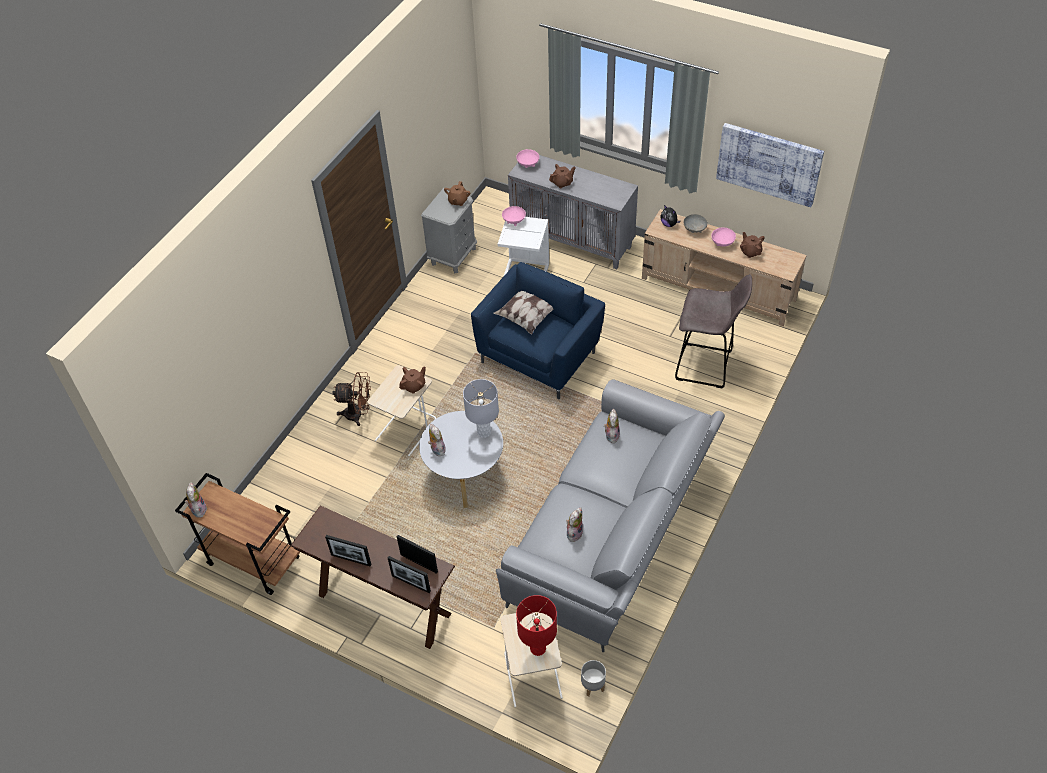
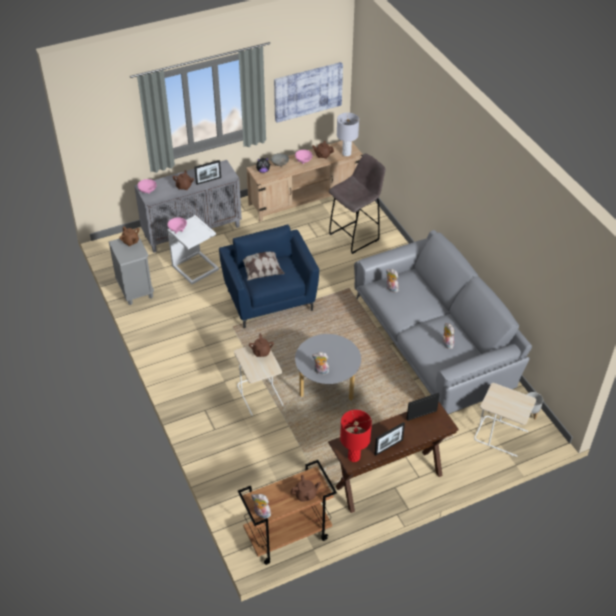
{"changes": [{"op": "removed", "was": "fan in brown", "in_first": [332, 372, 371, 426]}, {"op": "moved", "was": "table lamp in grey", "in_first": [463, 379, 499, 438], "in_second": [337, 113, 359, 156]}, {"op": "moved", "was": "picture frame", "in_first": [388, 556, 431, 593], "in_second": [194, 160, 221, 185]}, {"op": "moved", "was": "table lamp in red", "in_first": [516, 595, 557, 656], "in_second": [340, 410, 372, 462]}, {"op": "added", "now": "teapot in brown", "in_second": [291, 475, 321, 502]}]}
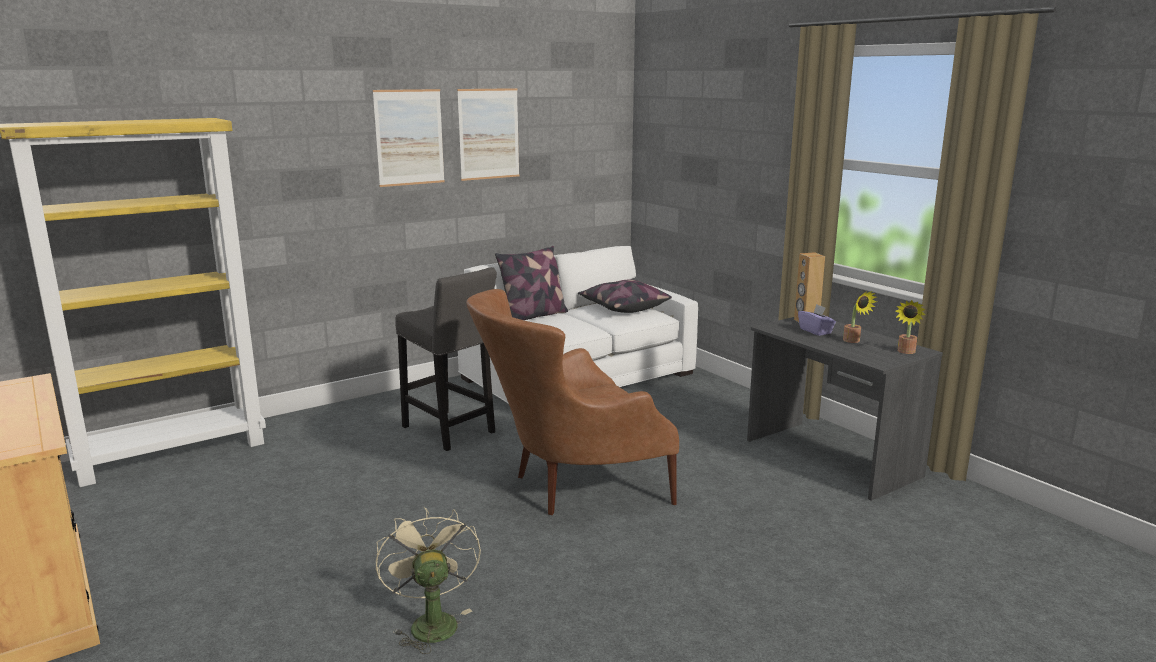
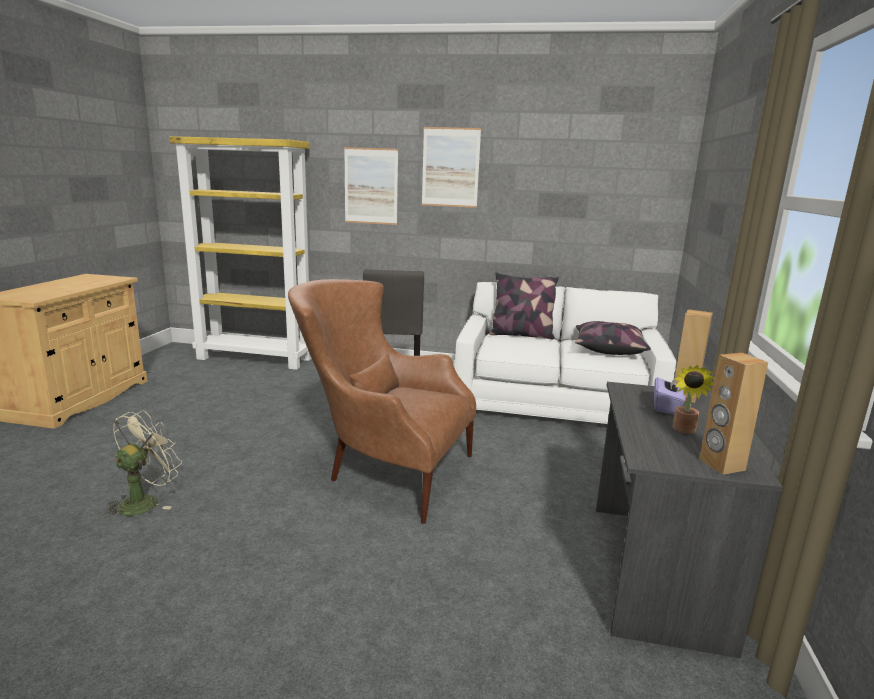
{"changes": [{"op": "moved", "was": "picture", "in_first": [457, 88, 519, 181], "in_second": [344, 147, 398, 225]}, {"op": "replaced", "was": "potted plant", "now": "speaker in brown", "in_first": [895, 300, 926, 354], "in_second": [699, 353, 768, 475]}]}
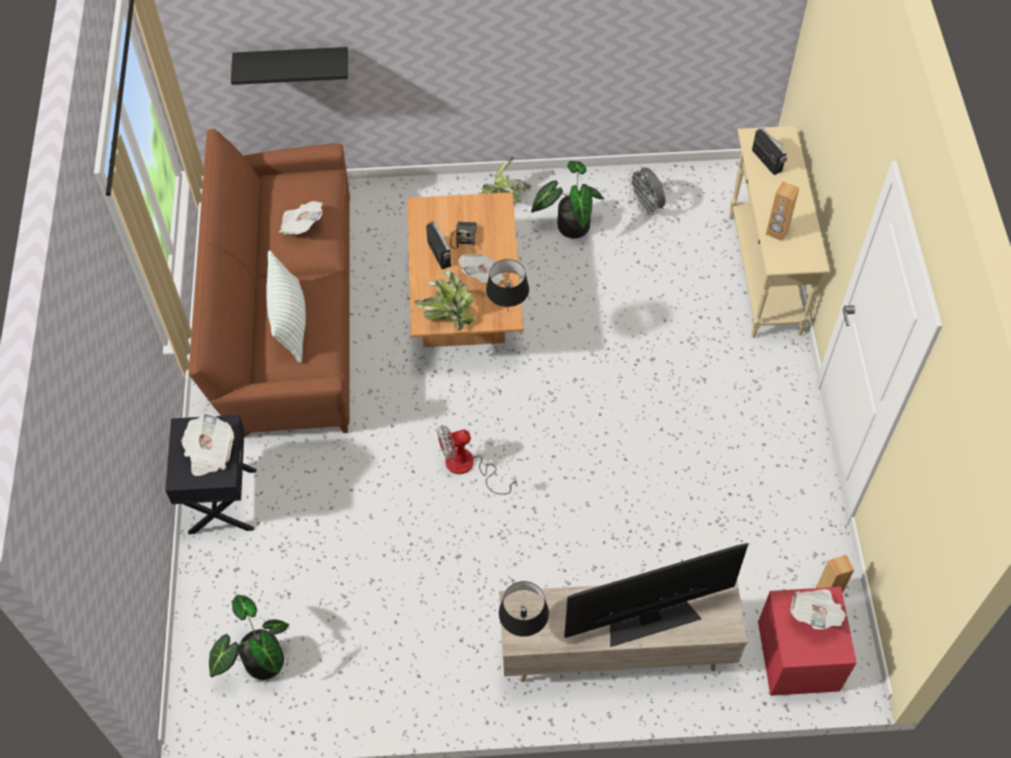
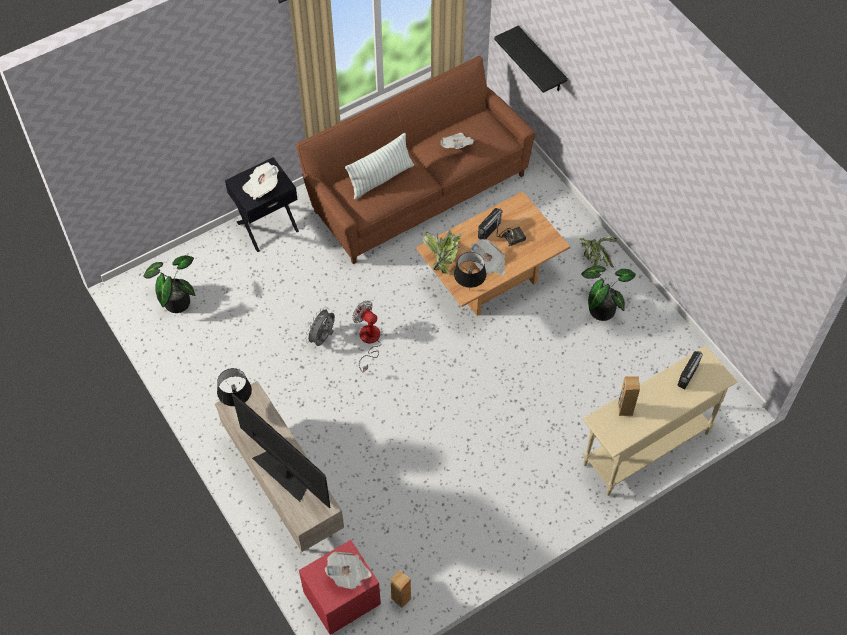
{"changes": [{"op": "moved", "was": "fan in grey", "in_first": [628, 167, 665, 215], "in_second": [305, 307, 335, 346]}]}
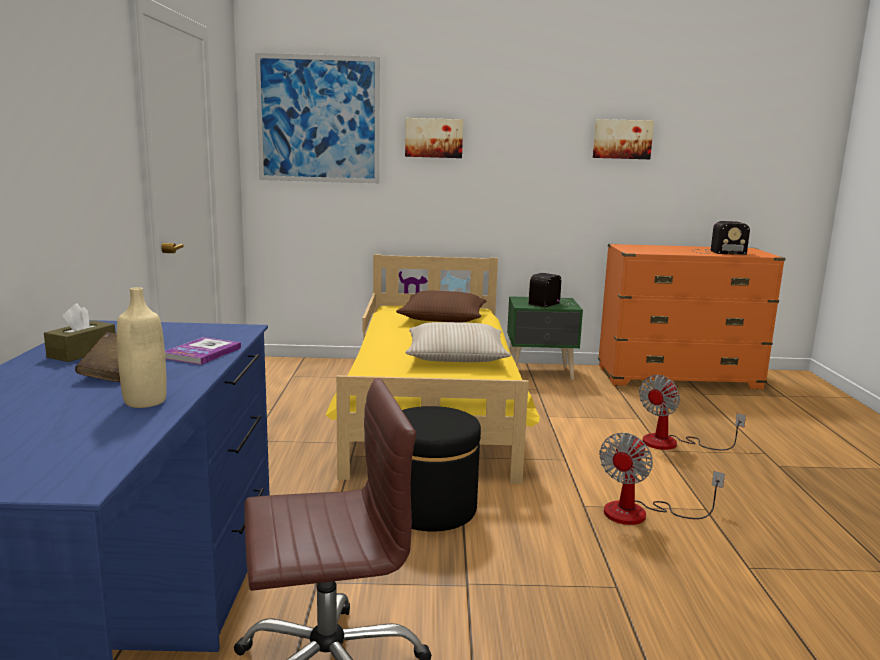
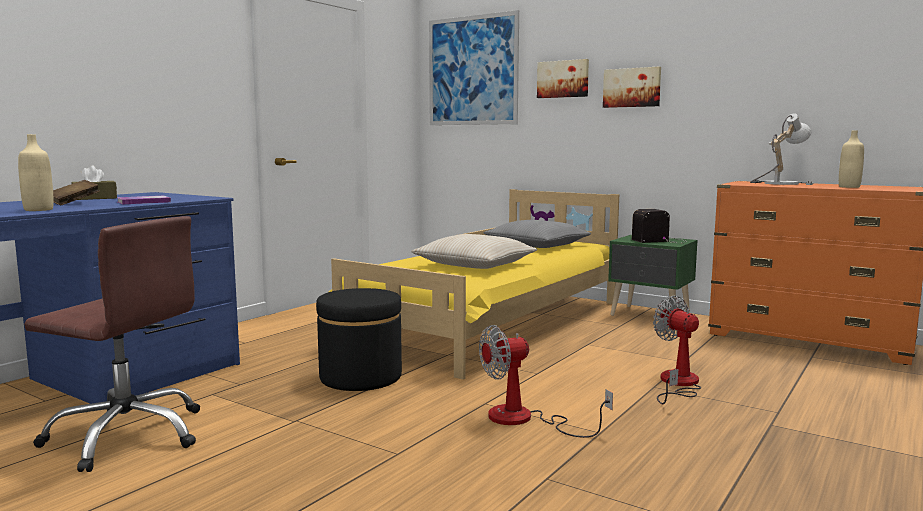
{"changes": [{"op": "moved", "was": "picture", "in_first": [593, 119, 654, 159], "in_second": [603, 67, 661, 108]}, {"op": "replaced", "was": "radio", "now": "bottle in beige", "in_first": [692, 221, 750, 255], "in_second": [839, 130, 864, 188]}, {"op": "recoloured", "was": "pillow in brown", "now": "pillow in grey", "in_first": [396, 291, 486, 322], "in_second": [484, 220, 591, 248]}, {"op": "turned", "was": "fan", "in_first": [639, 375, 746, 450], "in_second": [653, 296, 701, 404], "clockwise": 75}, {"op": "added", "now": "table lamp", "in_second": [750, 114, 814, 185]}]}
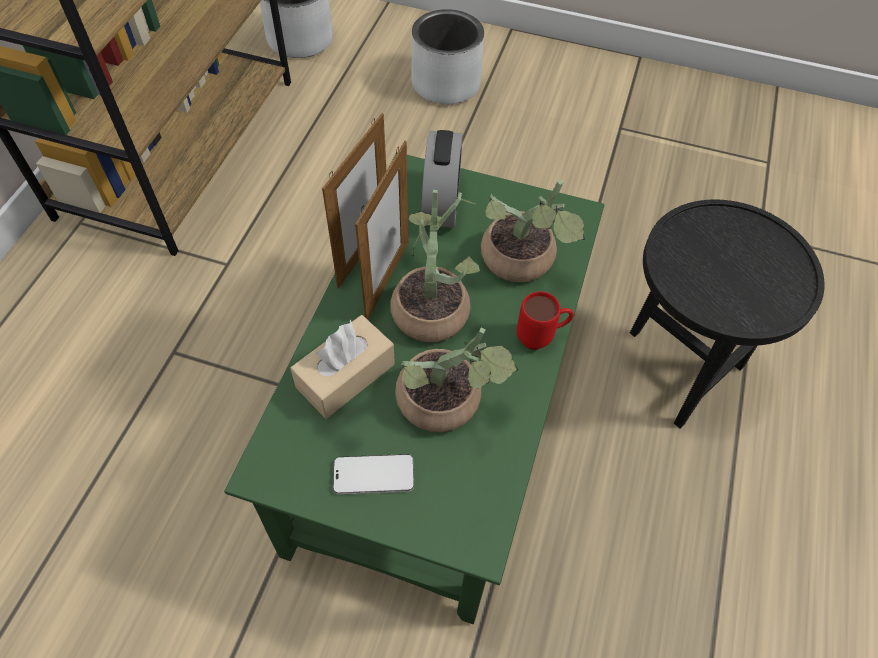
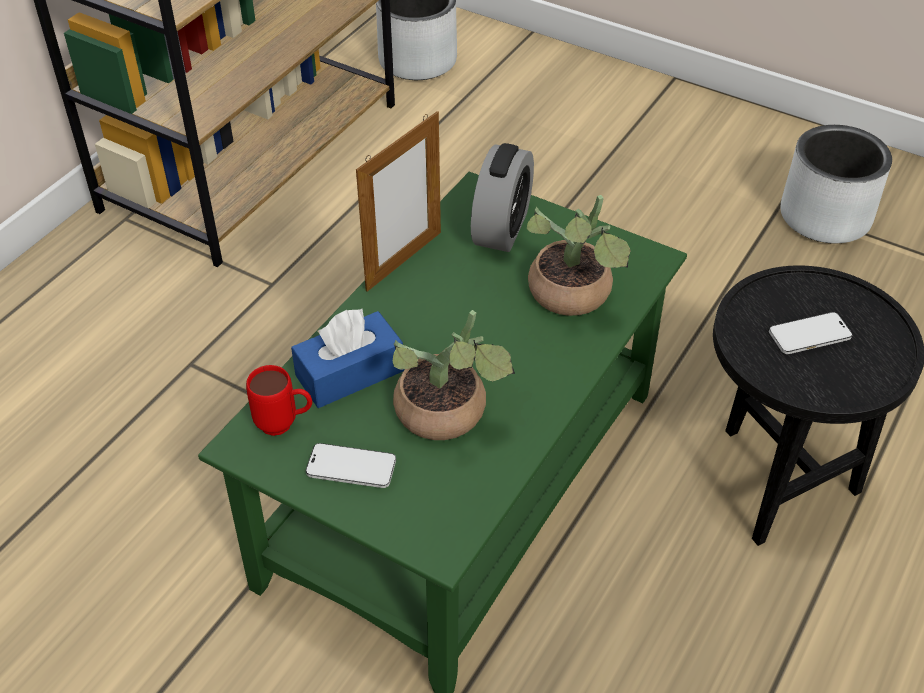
{"changes": [{"op": "moved", "was": "planter in grey", "in_first": [412, 9, 484, 104], "in_second": [781, 125, 892, 243]}, {"op": "removed", "was": "picture frame", "in_first": [355, 141, 408, 320]}, {"op": "removed", "was": "potted plant", "in_first": [390, 190, 480, 342]}, {"op": "moved", "was": "mug in red", "in_first": [517, 291, 574, 350], "in_second": [246, 365, 312, 436]}, {"op": "recoloured", "was": "tissue box in beige", "now": "tissue box in blue", "in_first": [290, 315, 395, 418], "in_second": [291, 309, 404, 408]}, {"op": "added", "now": "phone", "in_second": [769, 312, 852, 354]}]}
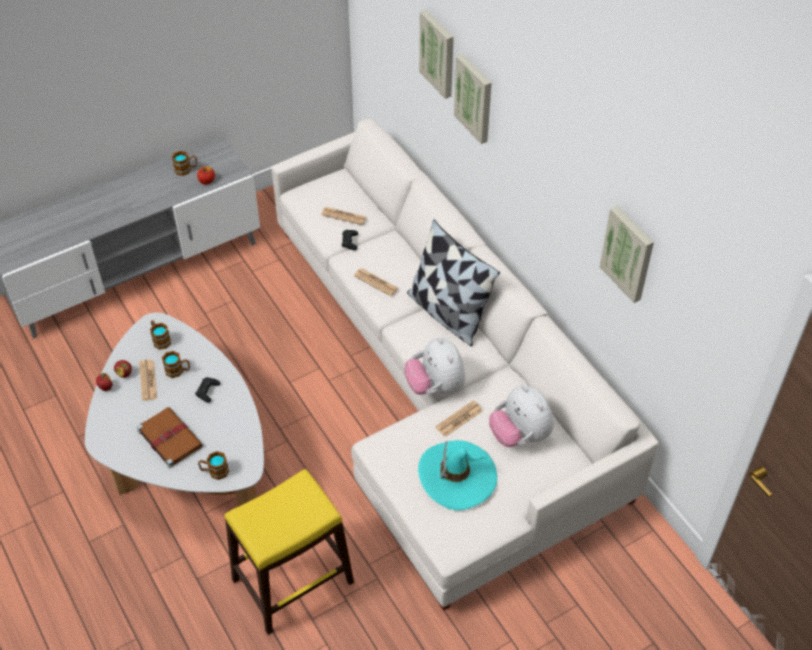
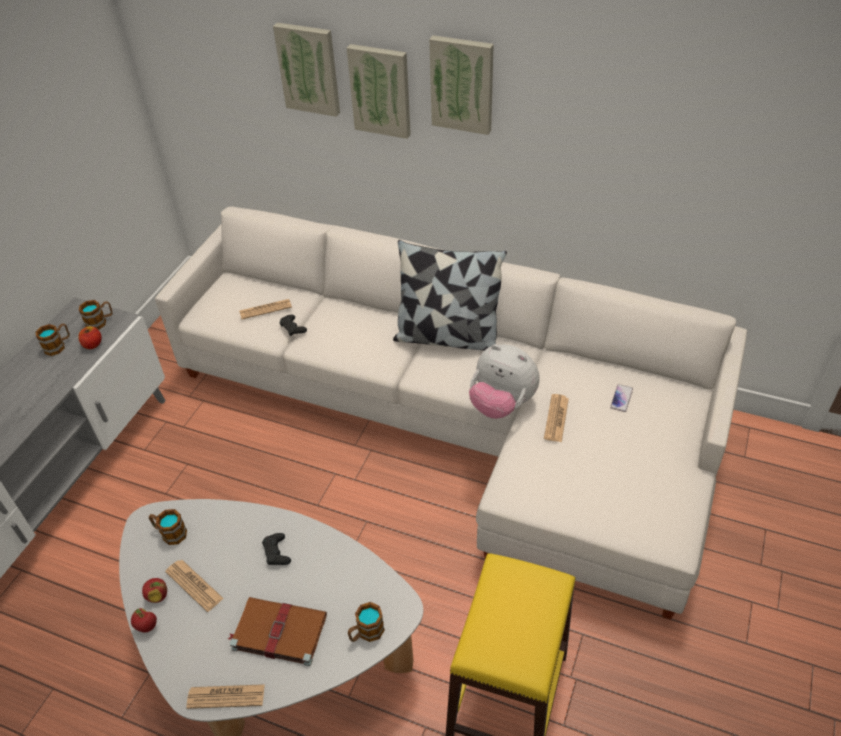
{"changes": [{"op": "moved", "was": "picture", "in_first": [600, 206, 654, 303], "in_second": [429, 35, 494, 135]}, {"op": "moved", "was": "newspaper", "in_first": [354, 269, 399, 296], "in_second": [186, 684, 265, 709]}, {"op": "moved", "was": "mug", "in_first": [162, 351, 190, 378], "in_second": [79, 300, 113, 330]}, {"op": "replaced", "was": "plush toy", "now": "phone", "in_first": [489, 385, 554, 447], "in_second": [610, 384, 633, 412]}, {"op": "removed", "was": "hat in turquoise", "in_first": [418, 440, 497, 510]}]}
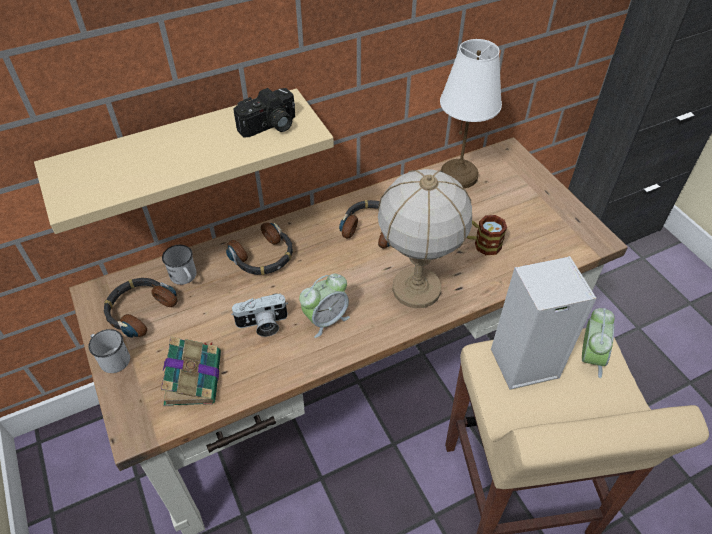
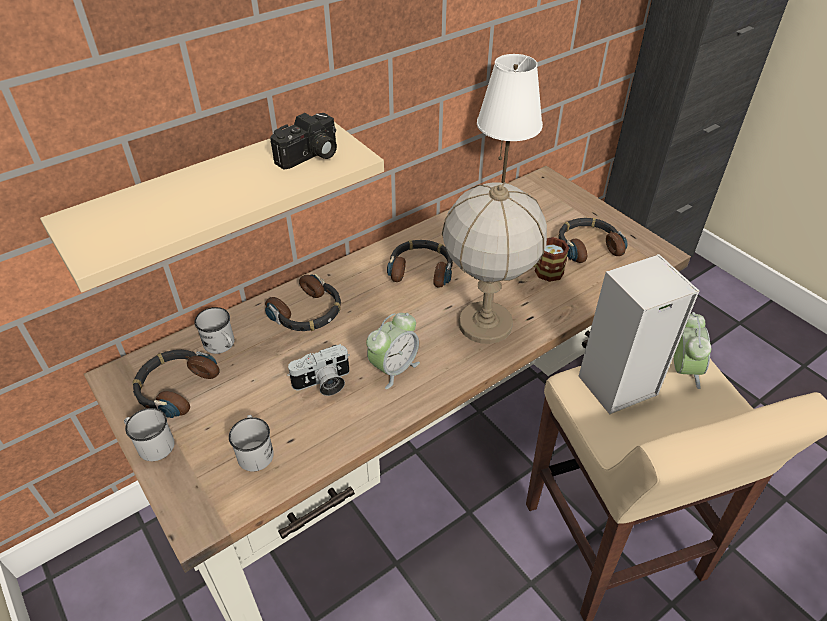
{"changes": [{"op": "replaced", "was": "book", "now": "mug in white", "in_first": [161, 336, 221, 406], "in_second": [229, 415, 274, 472]}, {"op": "added", "now": "headphones", "in_second": [558, 218, 627, 263]}]}
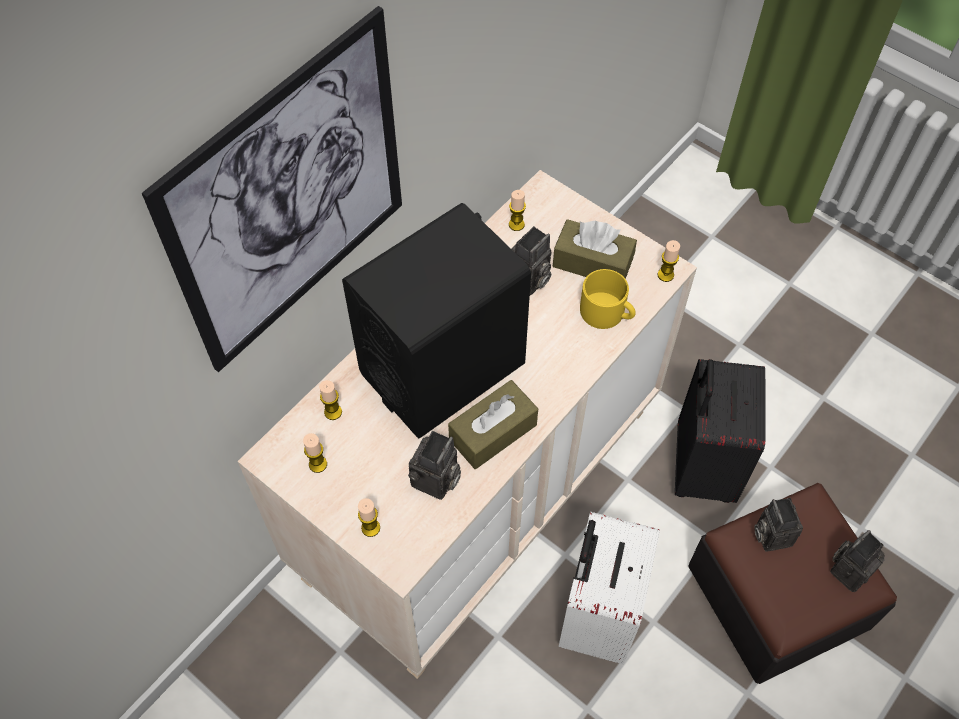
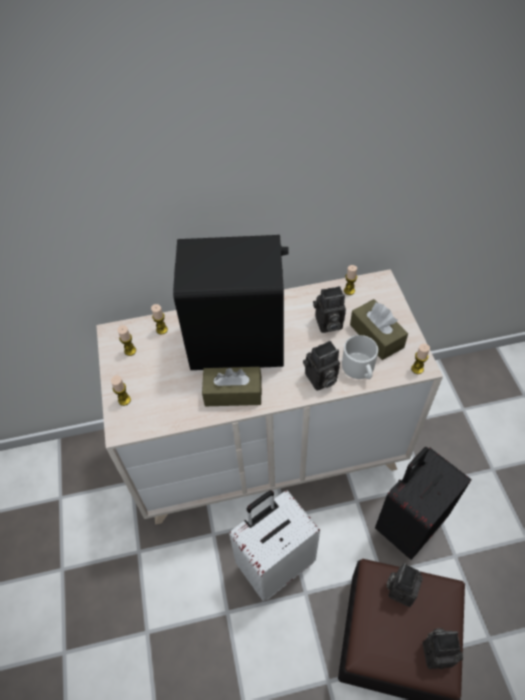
{"changes": [{"op": "removed", "was": "picture", "in_first": [142, 6, 402, 372]}, {"op": "recoloured", "was": "mug in yellow", "now": "mug in white", "in_first": [580, 269, 636, 329], "in_second": [342, 335, 378, 379]}, {"op": "moved", "was": "photo camera", "in_first": [408, 431, 461, 500], "in_second": [303, 341, 340, 391]}]}
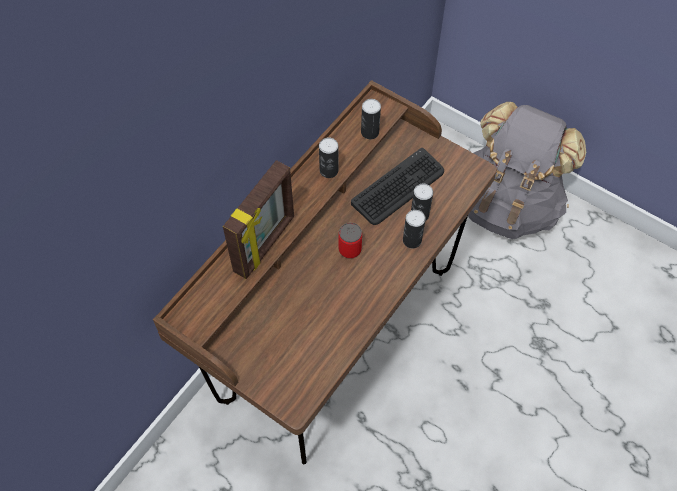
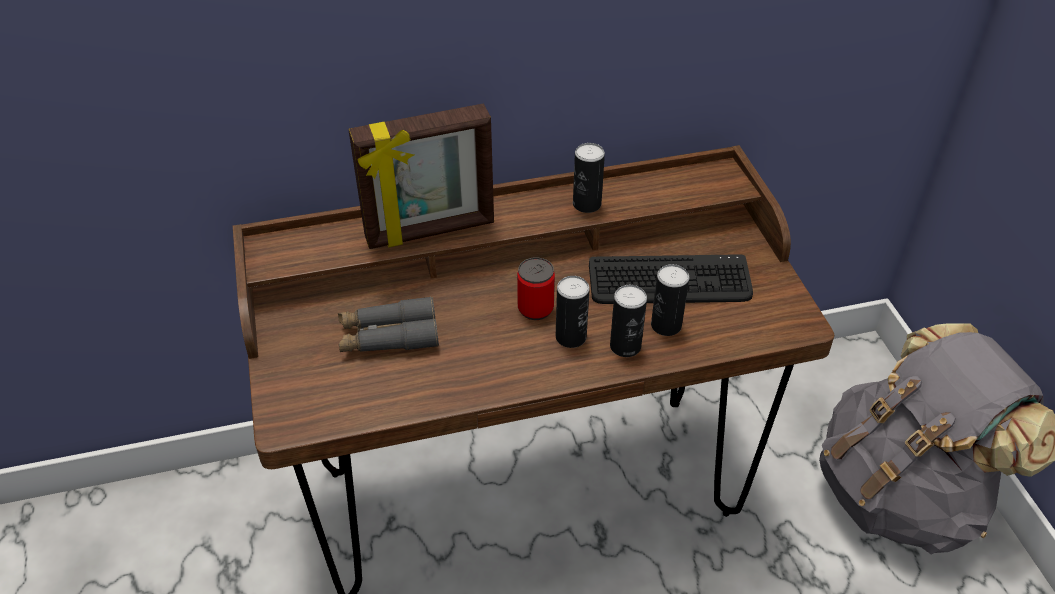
{"changes": [{"op": "moved", "was": "can", "in_first": [361, 99, 381, 139], "in_second": [556, 276, 590, 348]}, {"op": "added", "now": "binoculars in grey", "in_second": [338, 296, 439, 352]}]}
